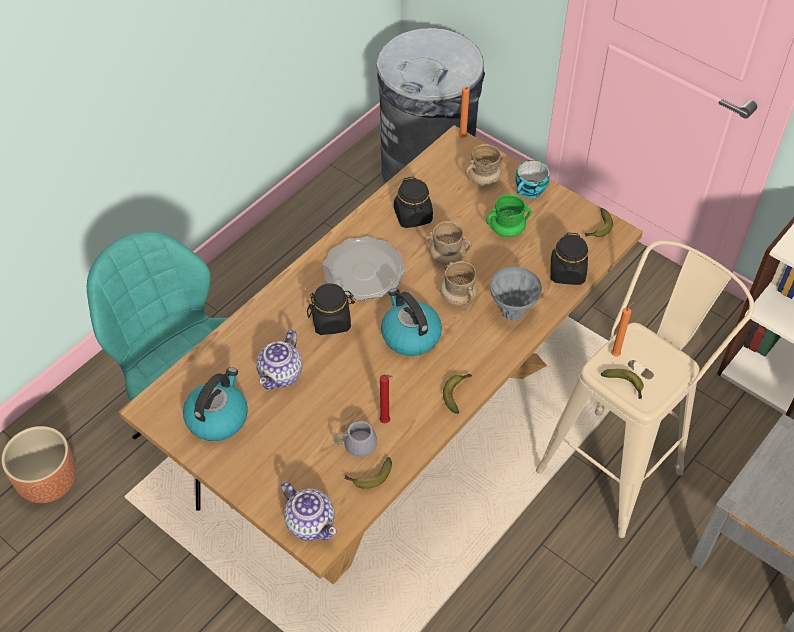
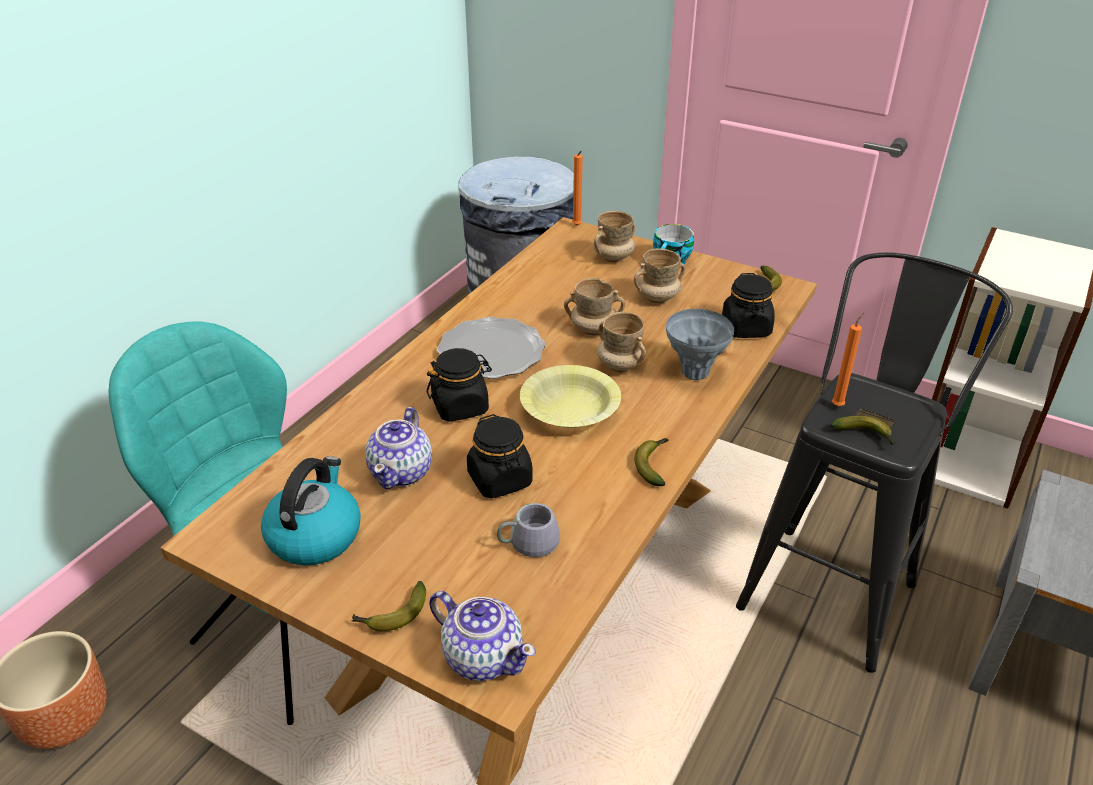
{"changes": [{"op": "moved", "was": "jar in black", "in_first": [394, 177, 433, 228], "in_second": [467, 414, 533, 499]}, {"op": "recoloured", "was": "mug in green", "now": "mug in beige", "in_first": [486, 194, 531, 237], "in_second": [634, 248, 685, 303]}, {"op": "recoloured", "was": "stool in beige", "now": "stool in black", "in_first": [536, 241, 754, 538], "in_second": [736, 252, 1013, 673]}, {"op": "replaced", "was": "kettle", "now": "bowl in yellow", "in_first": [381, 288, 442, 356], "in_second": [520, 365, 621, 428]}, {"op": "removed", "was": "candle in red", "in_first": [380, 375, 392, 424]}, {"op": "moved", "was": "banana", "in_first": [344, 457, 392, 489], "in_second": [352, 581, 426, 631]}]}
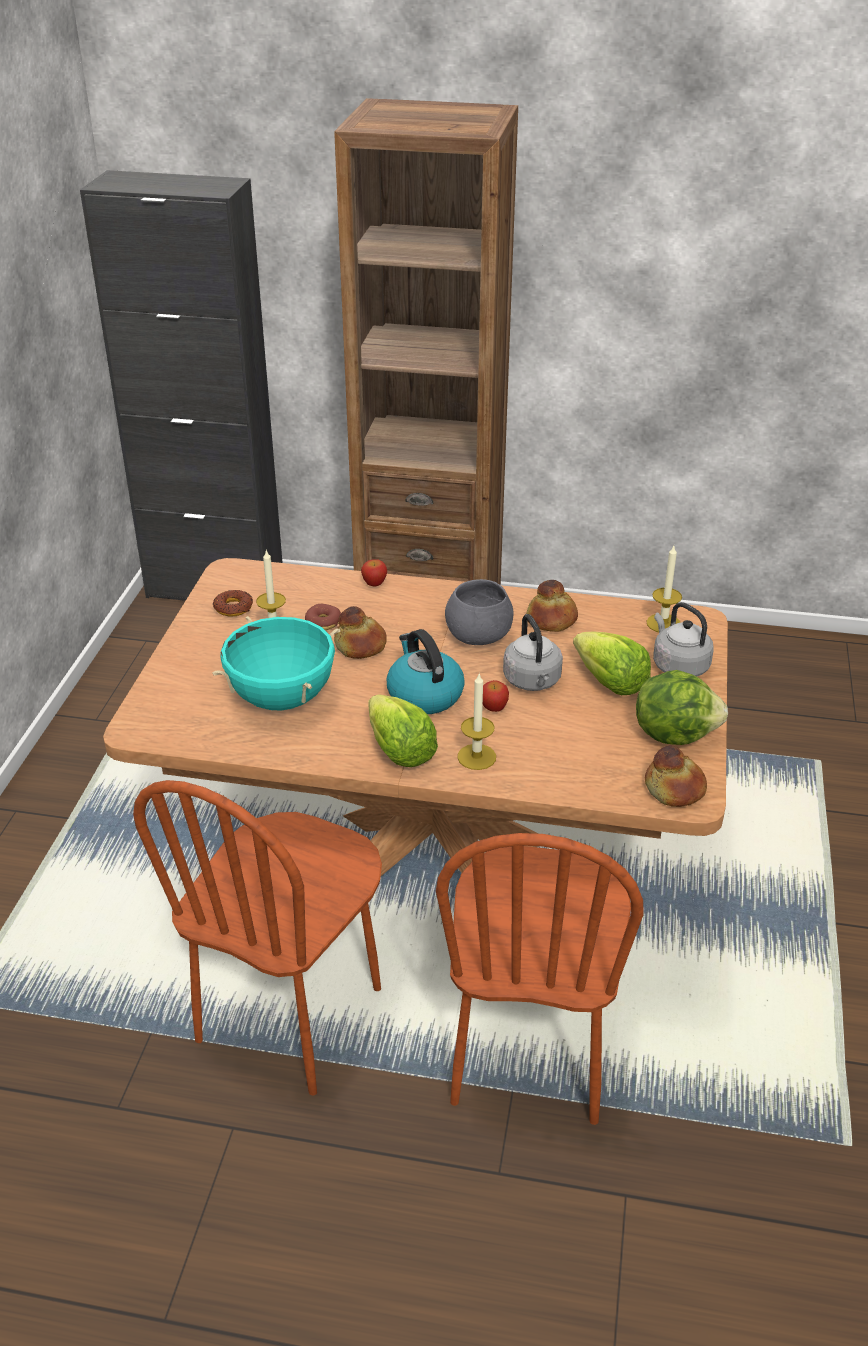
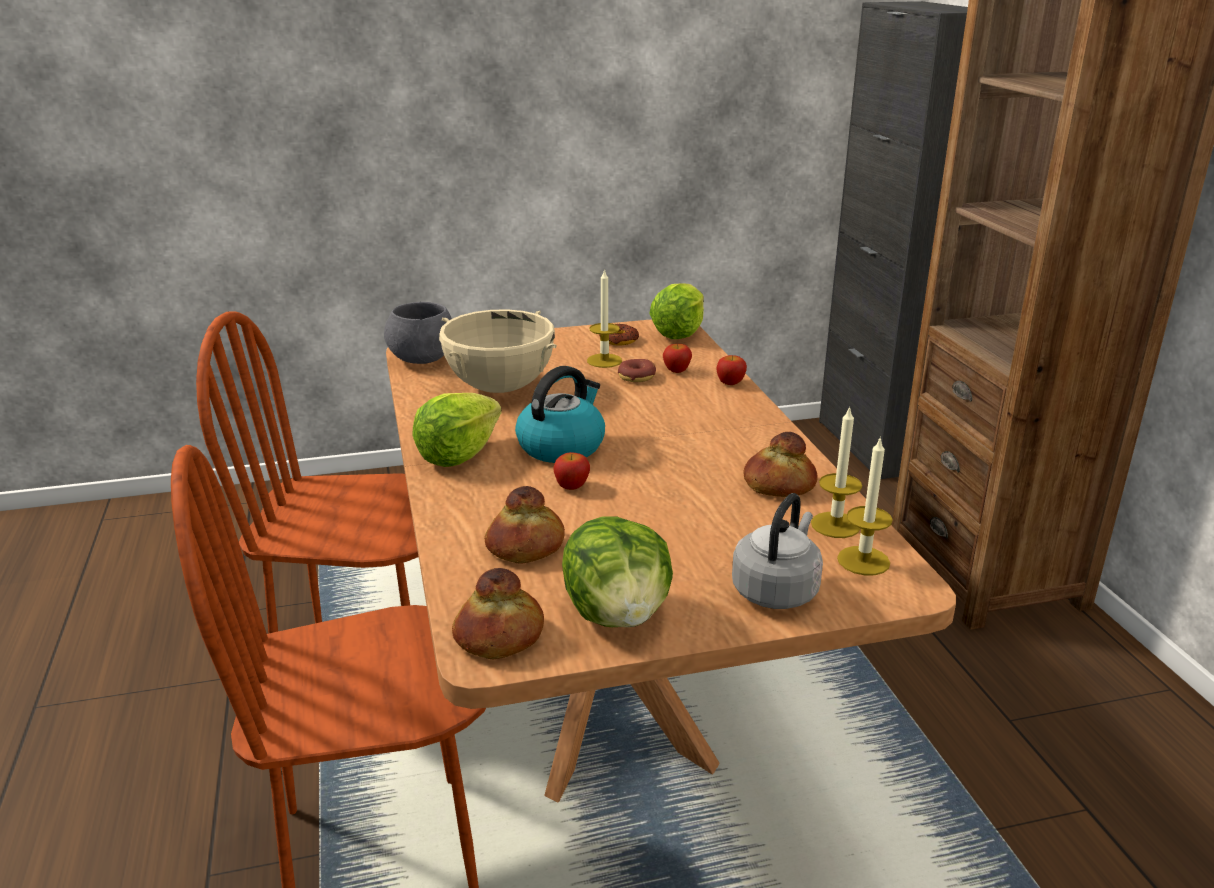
{"changes": [{"op": "moved", "was": "bowl in grey", "in_first": [445, 579, 514, 645], "in_second": [384, 302, 452, 364]}, {"op": "moved", "was": "bread", "in_first": [334, 606, 387, 659], "in_second": [484, 486, 565, 564]}, {"op": "removed", "was": "kettle in grey", "in_first": [503, 614, 563, 691]}, {"op": "recoloured", "was": "cooking pot in turquoise", "now": "cooking pot in beige", "in_first": [212, 616, 340, 710], "in_second": [439, 309, 557, 393]}, {"op": "moved", "was": "lettuce", "in_first": [573, 632, 651, 695], "in_second": [649, 283, 704, 339]}, {"op": "moved", "was": "candle", "in_first": [457, 672, 496, 770], "in_second": [811, 406, 862, 538]}, {"op": "added", "now": "apple", "in_second": [663, 344, 692, 373]}]}
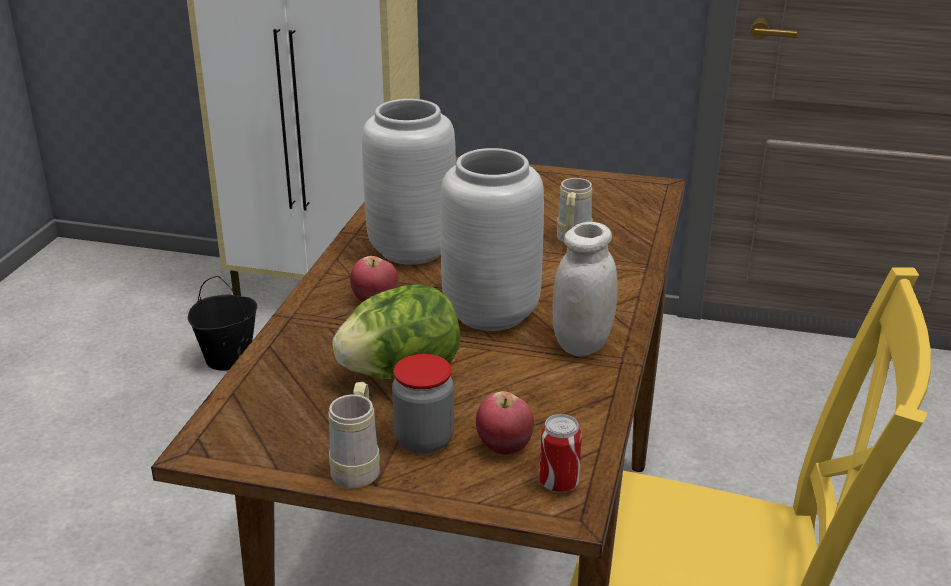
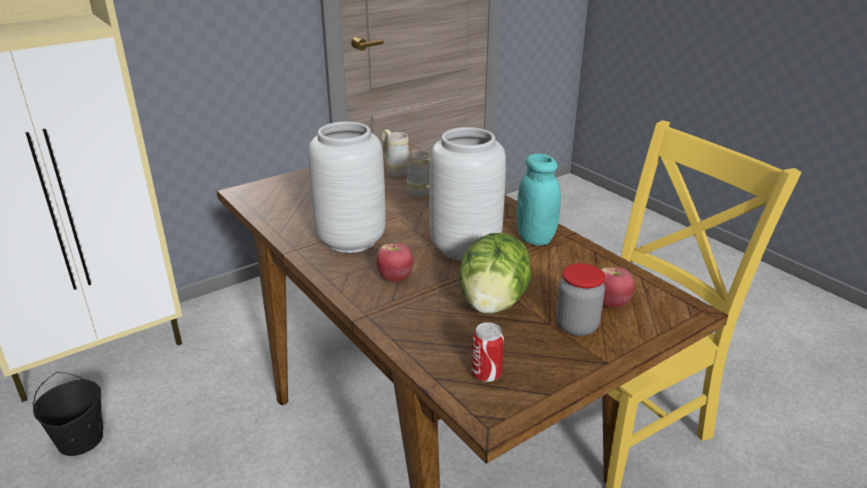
{"changes": [{"op": "recoloured", "was": "jar in white", "now": "jar in turquoise", "in_first": [552, 222, 618, 356], "in_second": [516, 153, 561, 245]}, {"op": "moved", "was": "mug in beige", "in_first": [328, 382, 380, 488], "in_second": [382, 129, 409, 177]}, {"op": "moved", "was": "can", "in_first": [539, 414, 582, 493], "in_second": [472, 322, 504, 382]}]}
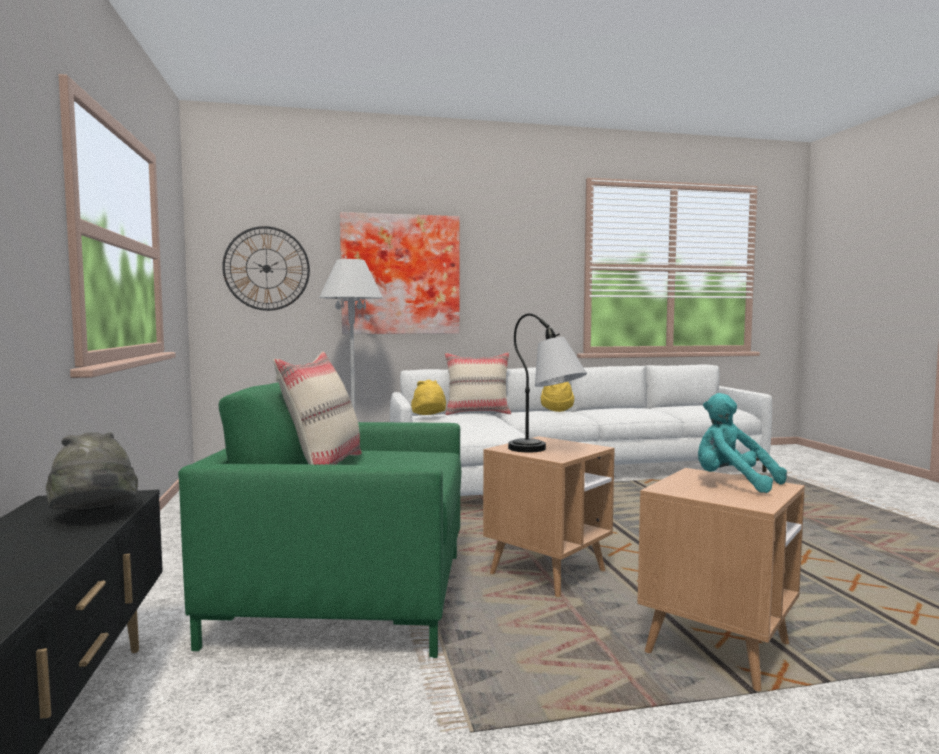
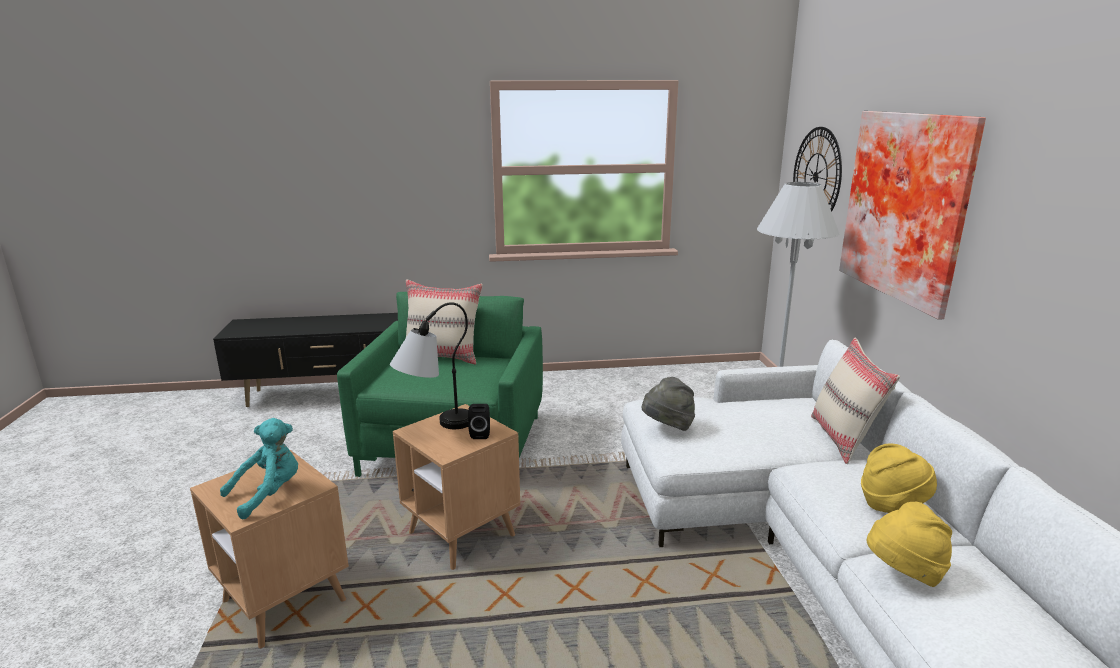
{"changes": [{"op": "moved", "was": "hat in yellow", "in_first": [411, 380, 446, 415], "in_second": [867, 502, 952, 587]}, {"op": "moved", "was": "hat in grey", "in_first": [46, 432, 138, 510], "in_second": [642, 377, 695, 431]}, {"op": "added", "now": "speaker in black", "in_second": [468, 404, 490, 439]}]}
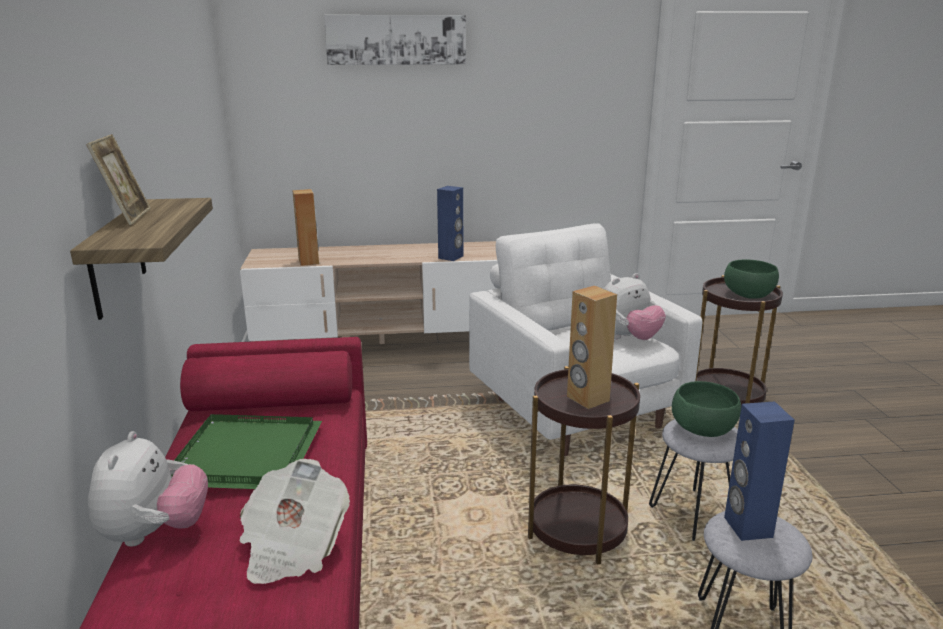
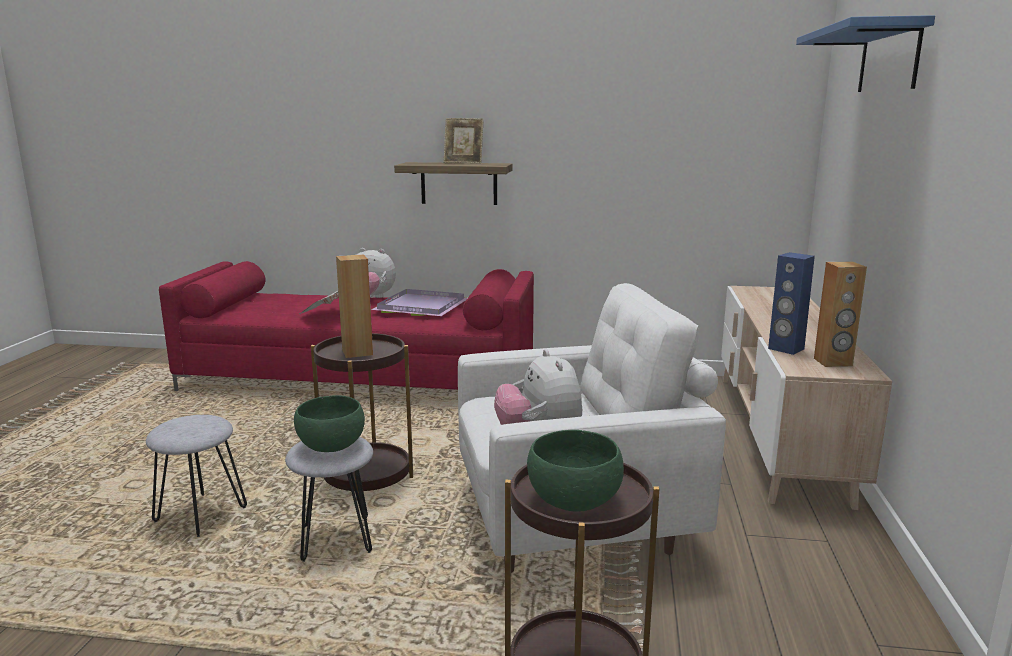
{"changes": [{"op": "replaced", "was": "picture", "now": "shelf in blue", "in_first": [324, 15, 466, 65], "in_second": [796, 15, 935, 92]}, {"op": "moved", "was": "speaker in brown", "in_first": [292, 189, 319, 266], "in_second": [814, 262, 867, 367]}, {"op": "removed", "was": "speaker in blue", "in_first": [724, 401, 795, 541]}, {"op": "recoloured", "was": "tray in green", "now": "tray in purple", "in_first": [171, 414, 322, 489], "in_second": [371, 289, 468, 316]}]}
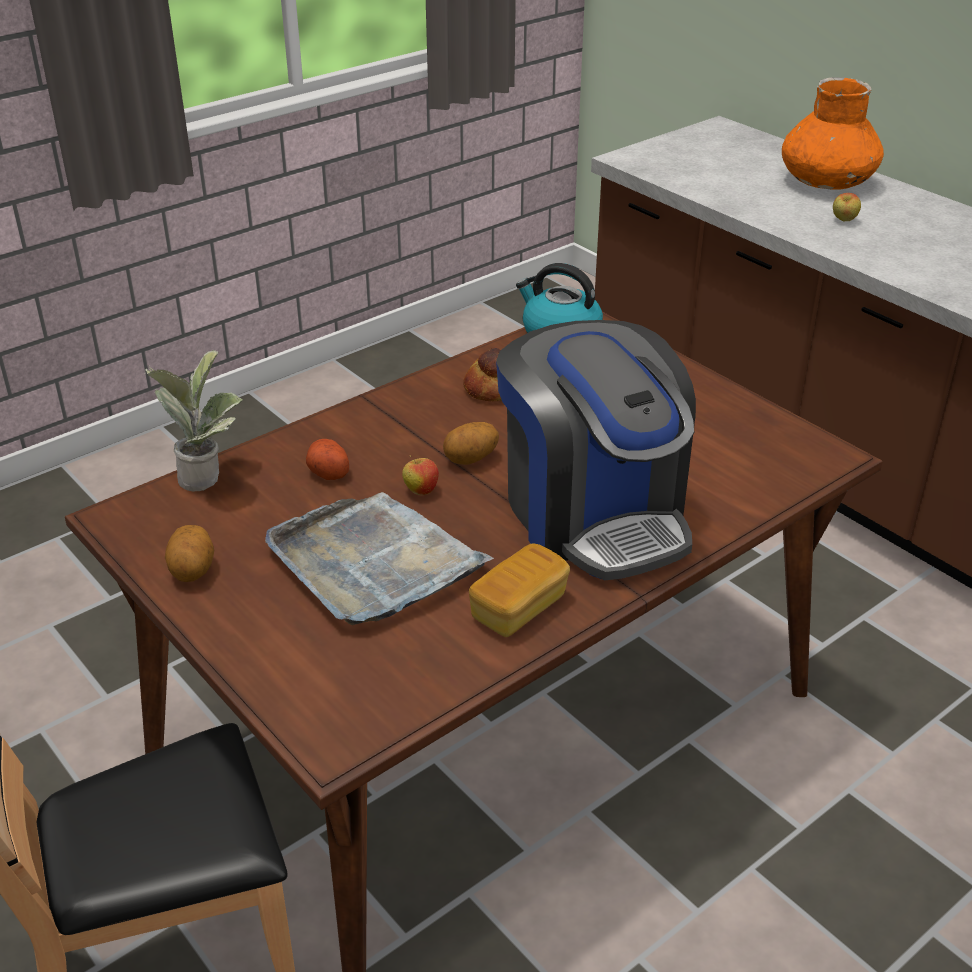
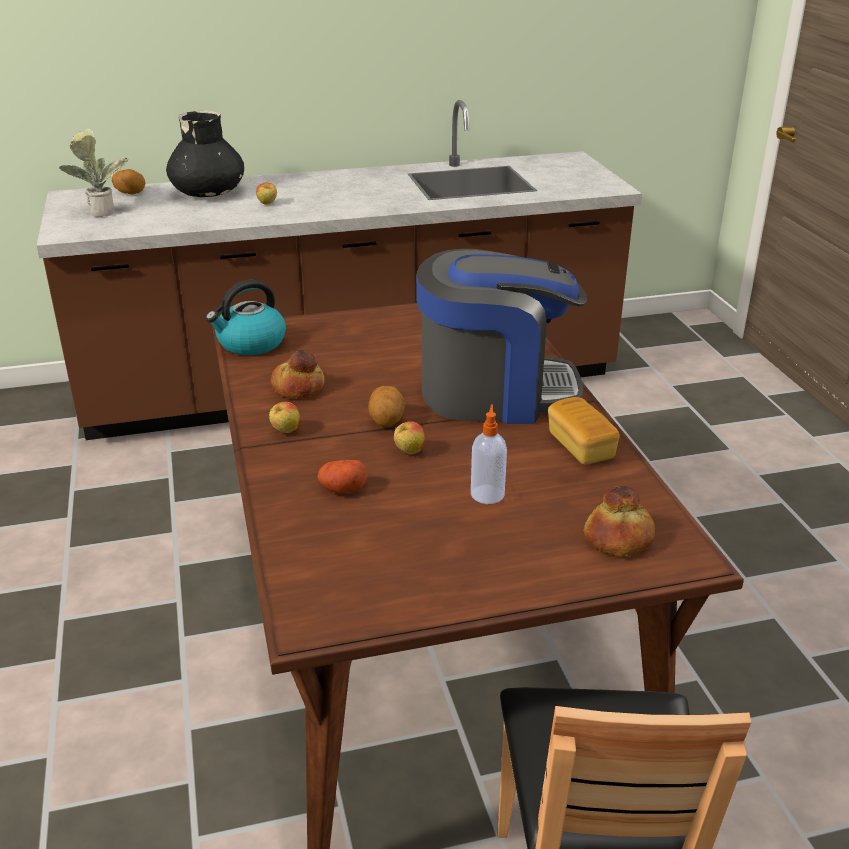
{"changes": [{"op": "recoloured", "was": "vase in orange", "now": "vase in black", "in_first": [782, 77, 884, 189], "in_second": [166, 110, 244, 197]}, {"op": "moved", "was": "potted plant", "in_first": [145, 350, 243, 492], "in_second": [59, 129, 129, 217]}, {"op": "replaced", "was": "tray in grey", "now": "soap dispenser", "in_first": [265, 492, 494, 625], "in_second": [471, 404, 507, 504]}, {"op": "moved", "was": "potato", "in_first": [165, 525, 214, 582], "in_second": [112, 169, 145, 195]}, {"op": "added", "now": "apple", "in_second": [269, 402, 300, 433]}, {"op": "added", "now": "bread", "in_second": [583, 486, 655, 557]}]}
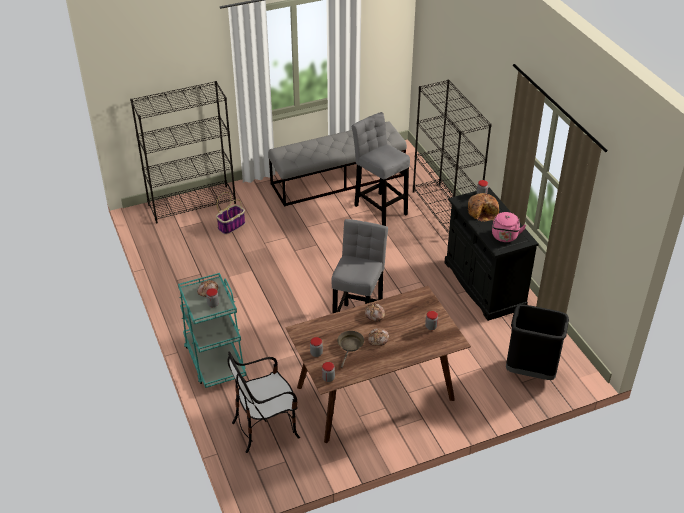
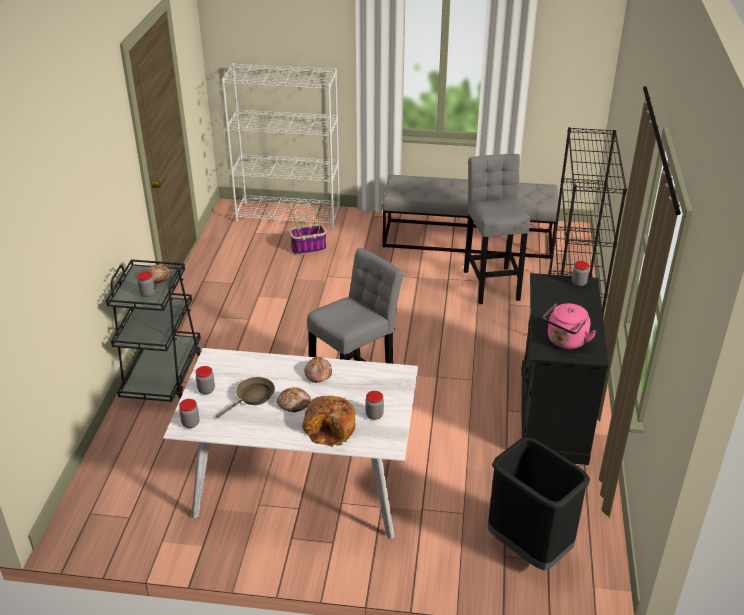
{"changes": [{"op": "recoloured", "was": "bookcase in black", "now": "bookcase in white", "in_first": [130, 81, 236, 223], "in_second": [221, 63, 340, 228]}, {"op": "moved", "was": "bread", "in_first": [468, 193, 499, 222], "in_second": [302, 396, 355, 447]}, {"op": "recoloured", "was": "cart in turquoise", "now": "cart in black", "in_first": [178, 273, 246, 388], "in_second": [106, 259, 201, 402]}, {"op": "recoloured", "was": "dining table in brown", "now": "dining table in white", "in_first": [285, 286, 471, 443], "in_second": [163, 348, 418, 539]}, {"op": "removed", "was": "chair", "in_first": [228, 351, 300, 453]}]}
